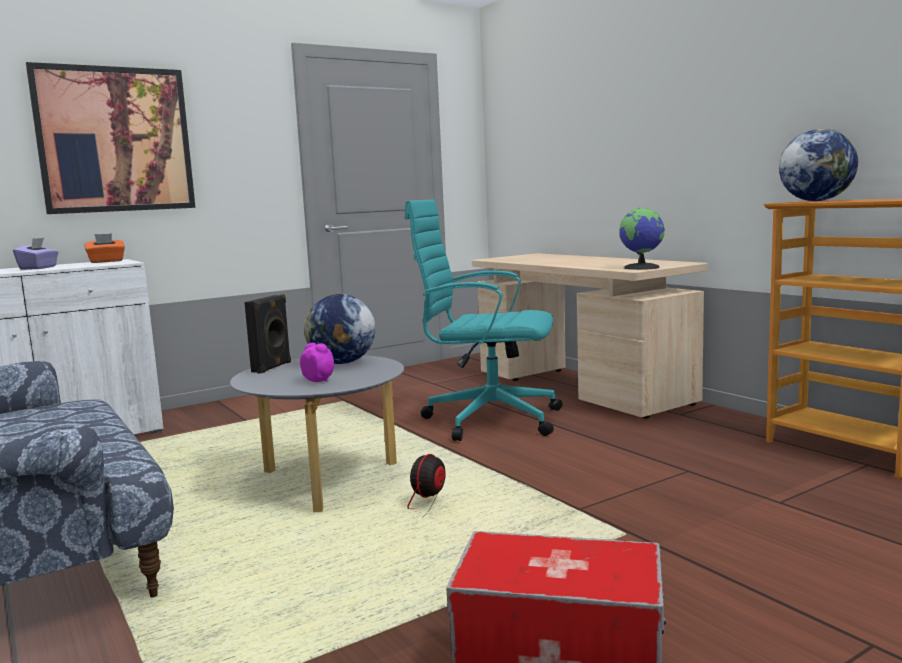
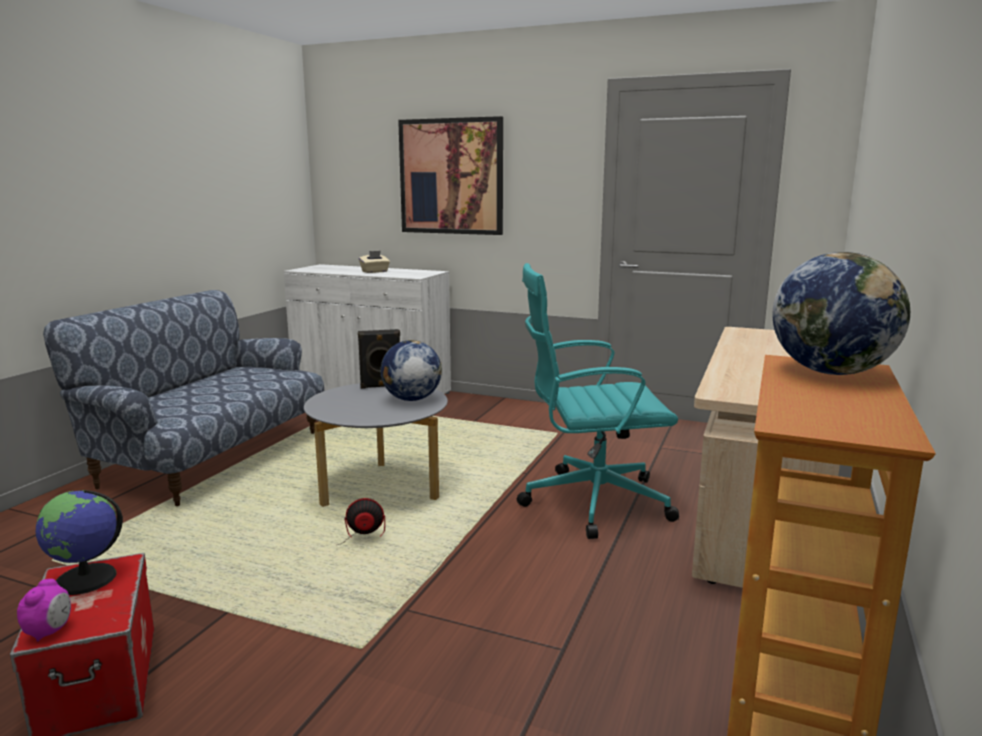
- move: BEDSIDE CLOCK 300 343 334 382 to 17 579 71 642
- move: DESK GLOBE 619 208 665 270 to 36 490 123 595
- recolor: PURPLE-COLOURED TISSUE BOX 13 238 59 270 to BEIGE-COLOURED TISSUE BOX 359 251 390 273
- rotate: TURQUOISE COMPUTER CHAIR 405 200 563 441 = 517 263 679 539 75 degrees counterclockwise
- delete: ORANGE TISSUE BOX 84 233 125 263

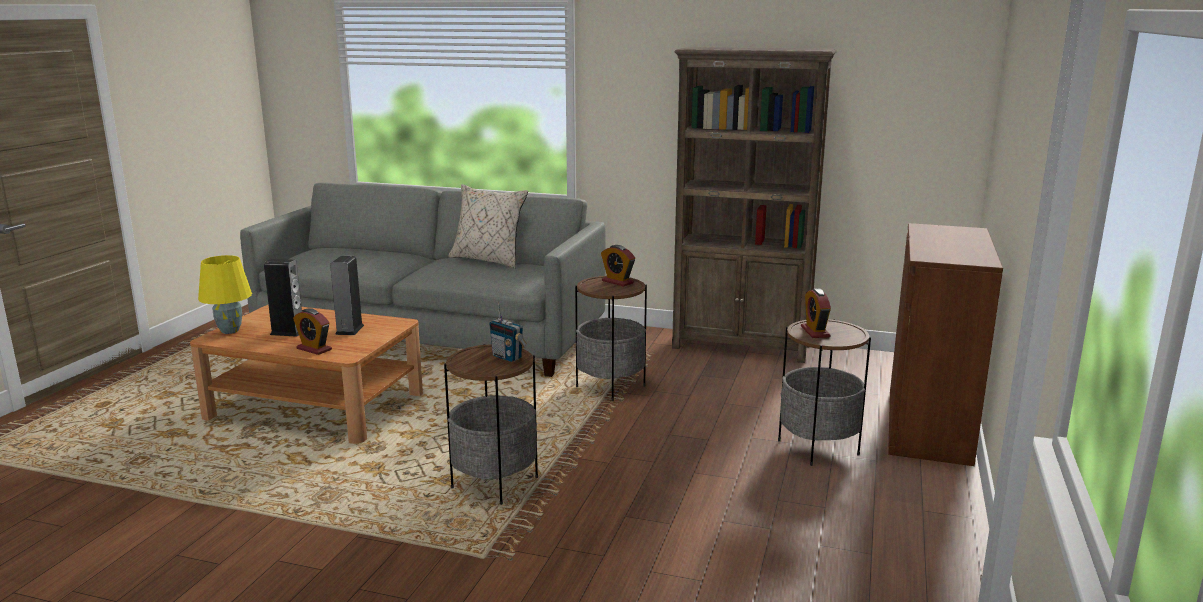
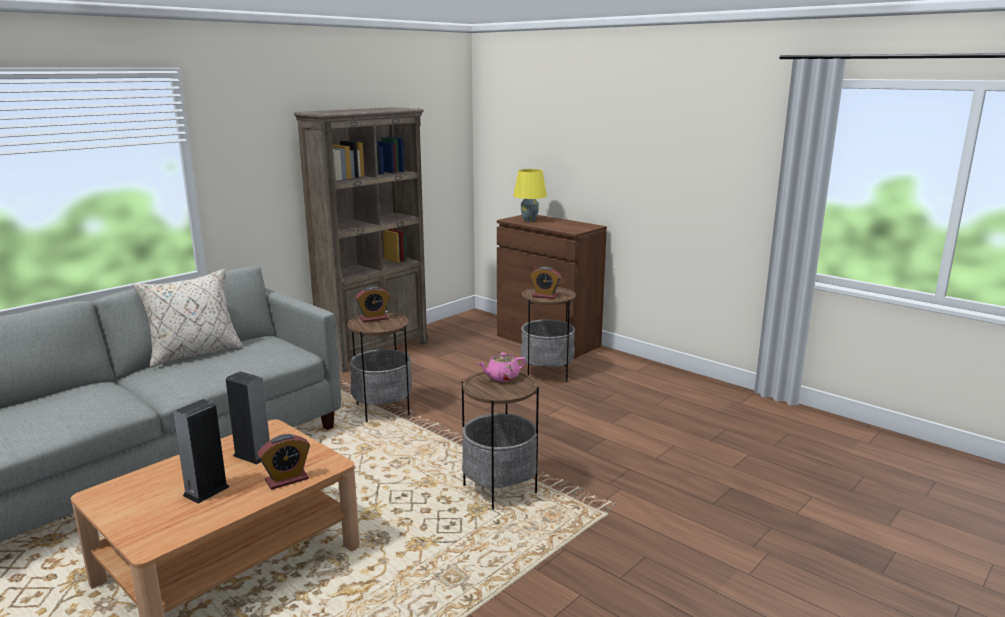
- replace: RADIO RECEIVER 489 301 527 362 to PINK TEA POT 478 353 526 382
- move: YELLOW TABLE LAMP 198 255 252 334 to 513 169 547 222

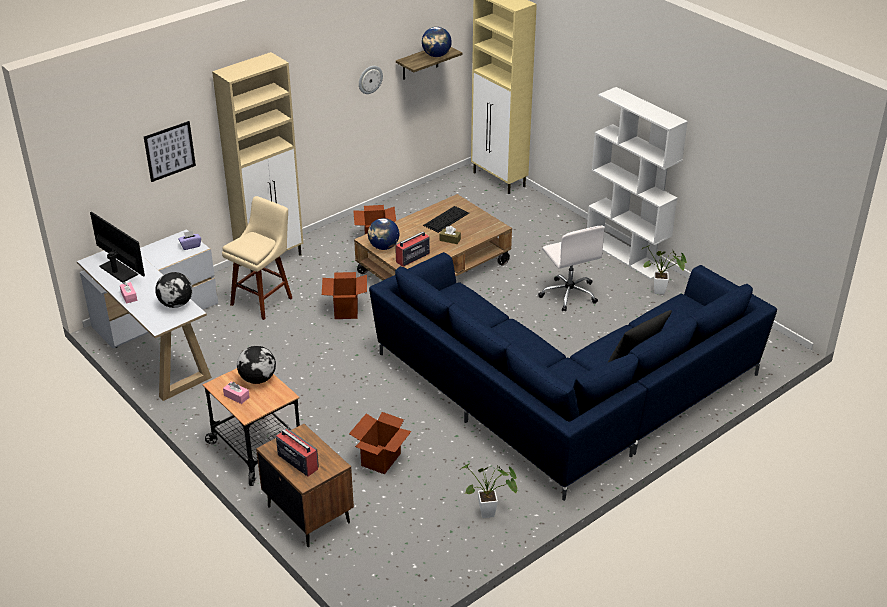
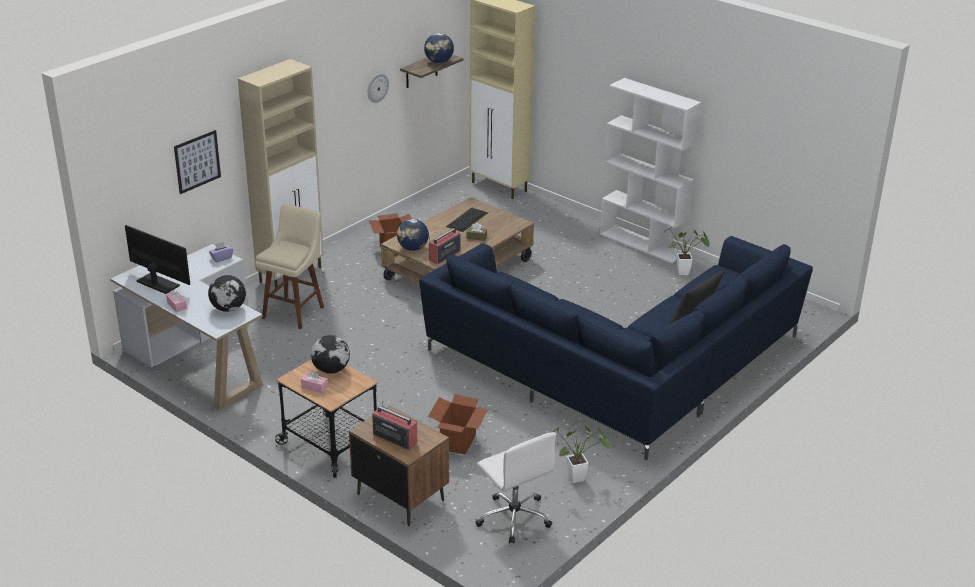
- move: WHITISH COMPUTER CHAIR 538 226 605 312 to 475 432 556 543
- delete: PACKING BOX 322 272 367 319

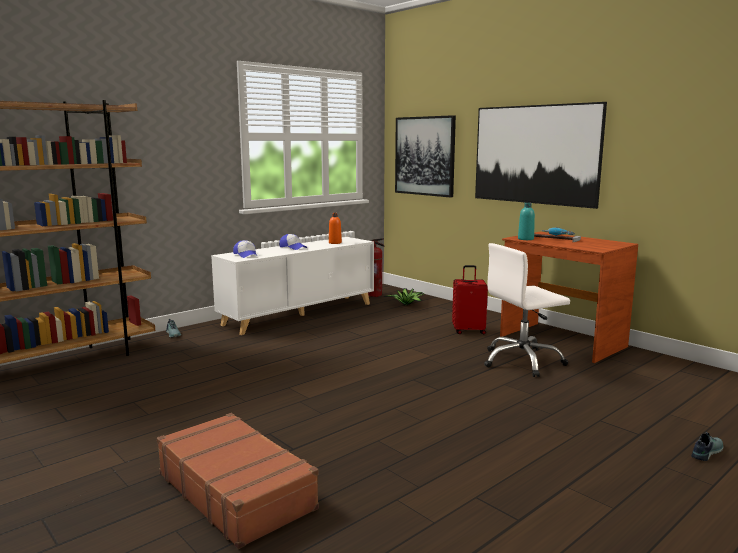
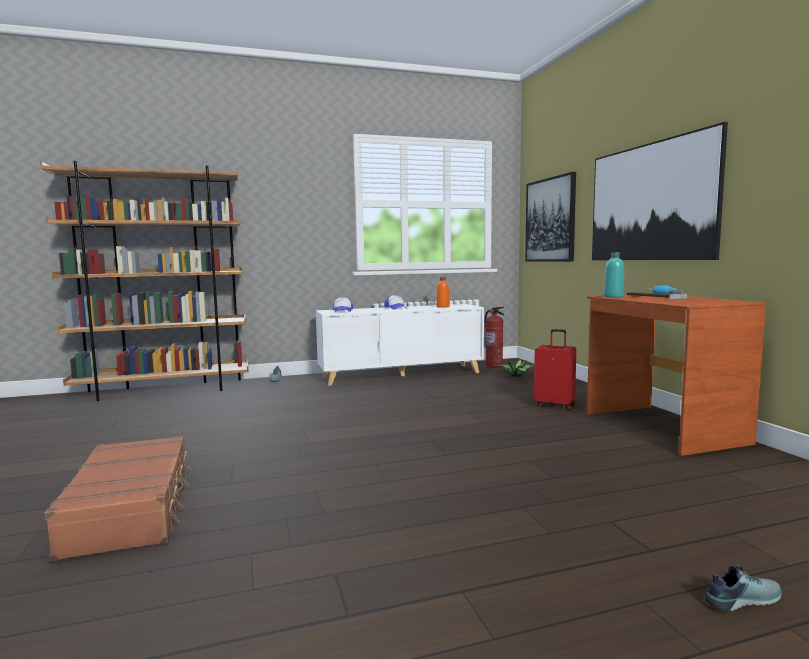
- delete: WHITISH COMPUTER CHAIR 484 243 570 377

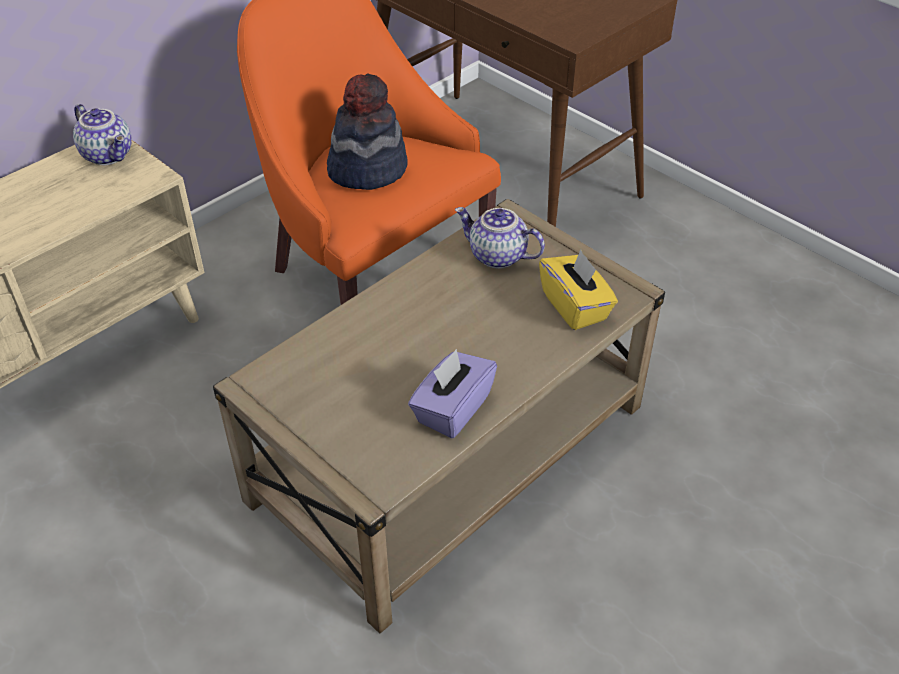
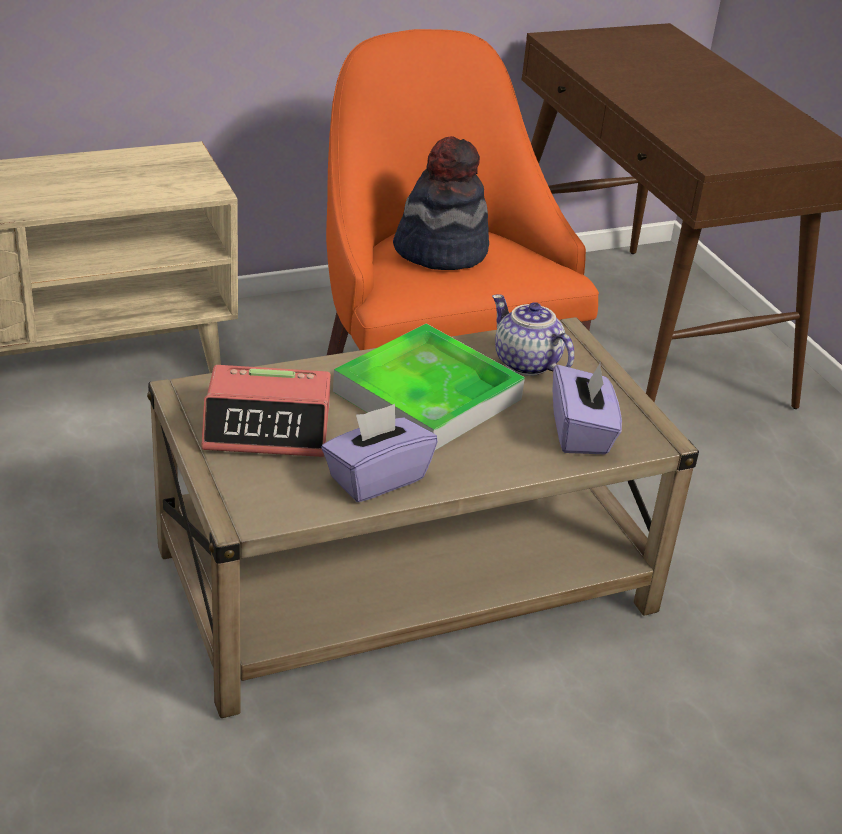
- insert: BEDSIDE CLOCK 201 365 331 457
- insert: TRAY 333 324 525 450
- recolor: YELLOW TISSUE BOX 539 250 618 330 to PURPLE-COLOURED TISSUE BOX 553 362 622 454
- delete: TEA POT 73 104 132 165

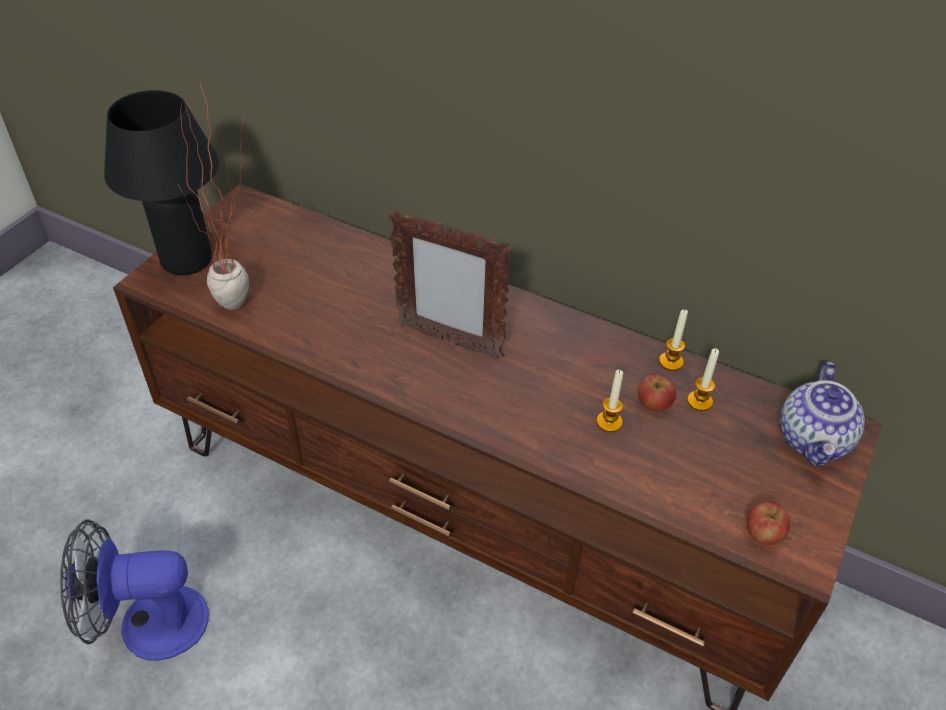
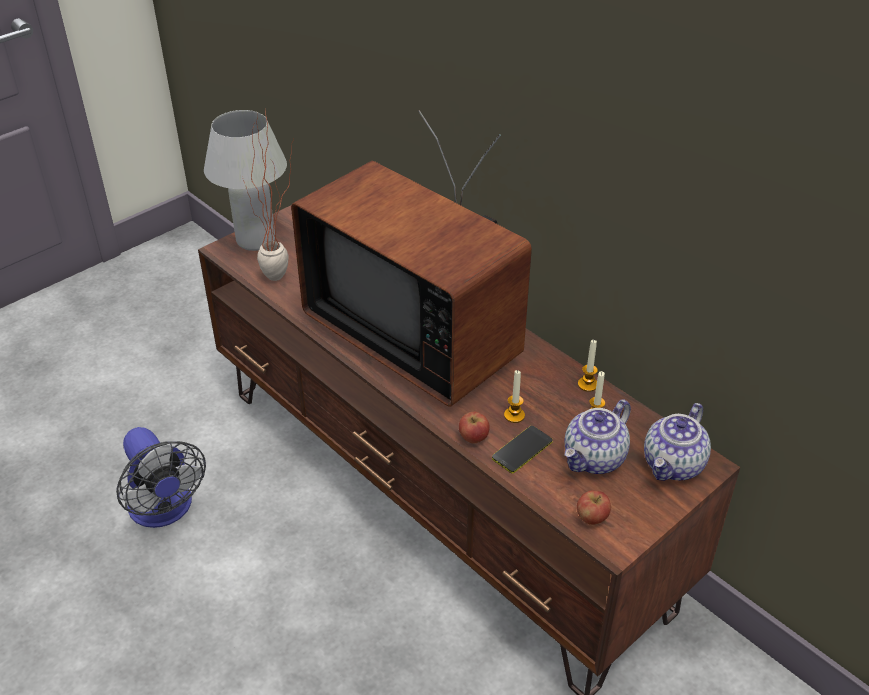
- rotate: FAN 60 519 209 661 = 116 427 206 528 135 degrees counterclockwise
- recolor: BLACK-COLOURED TABLE LAMP 104 90 219 275 to WHITISH TABLE LAMP 204 110 287 251
- replace: PHOTO FRAME 389 210 512 359 to TELEVISION 291 110 532 407
- move: APPLE FRUIT 638 374 676 412 to 459 412 490 443
- insert: PHONE 492 426 553 473
- insert: TEA POT 565 399 631 474

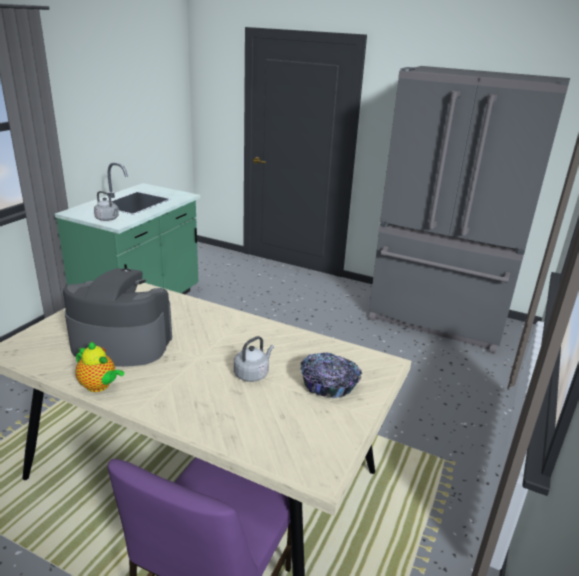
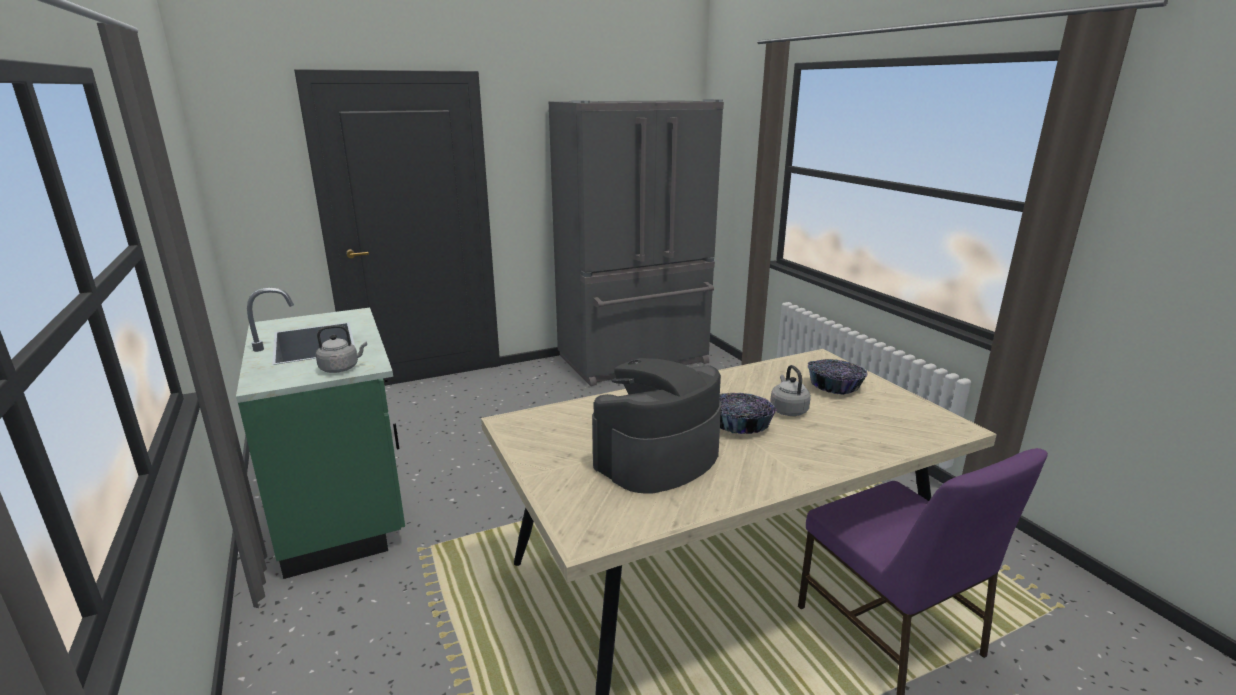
- insert: DEEP DISH 720 393 777 434
- delete: TEA POT 75 342 124 392

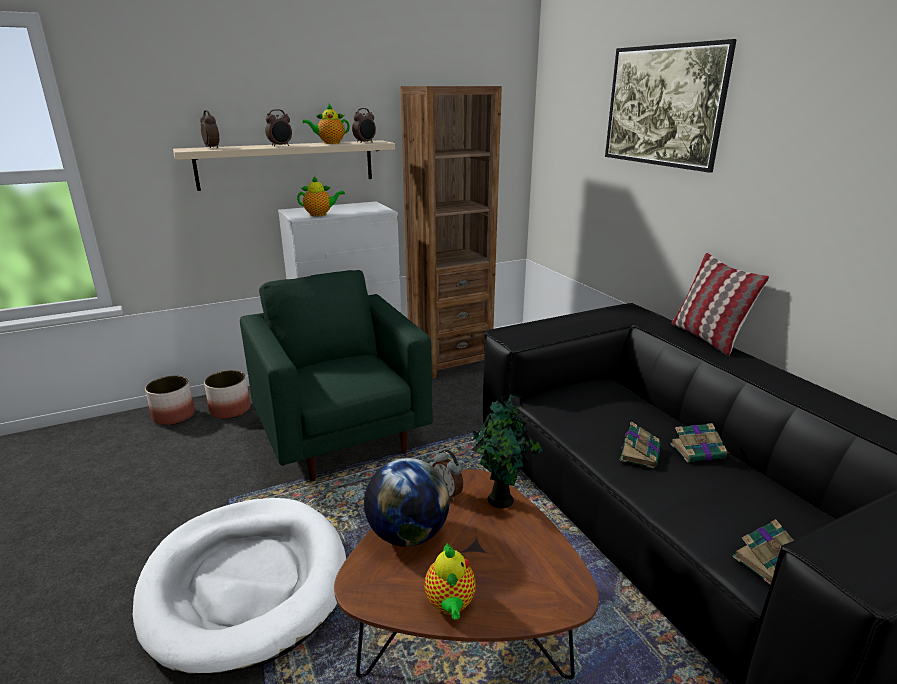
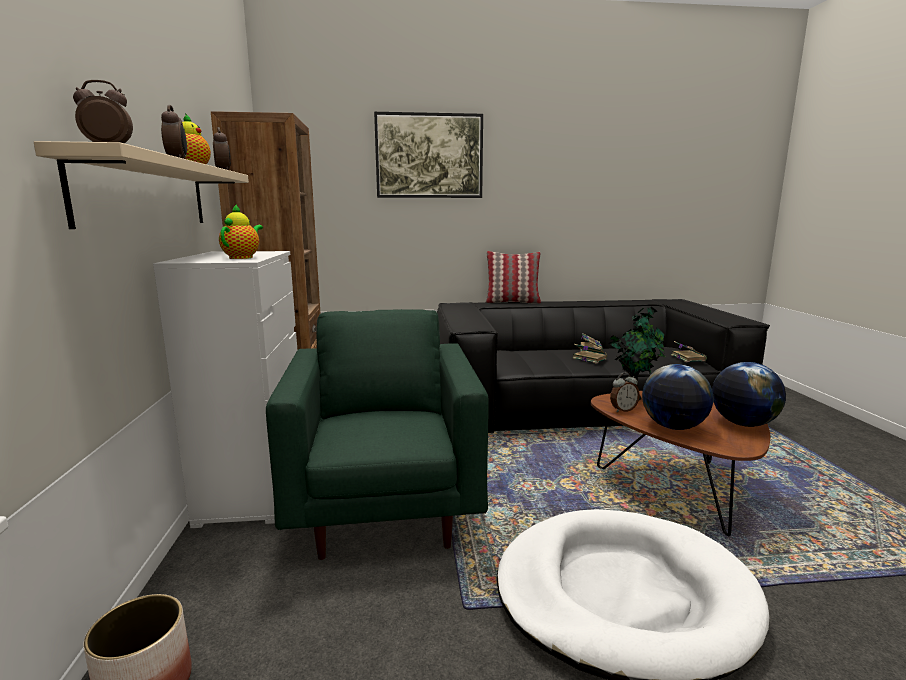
- rotate: GREENISH LOUNGE CHAIR 240 270 433 481 = 266 309 489 560 90 degrees clockwise
- replace: TEA POT 424 543 476 620 to DESK GLOBE 712 362 786 427
- delete: PLANT POT 204 370 250 419

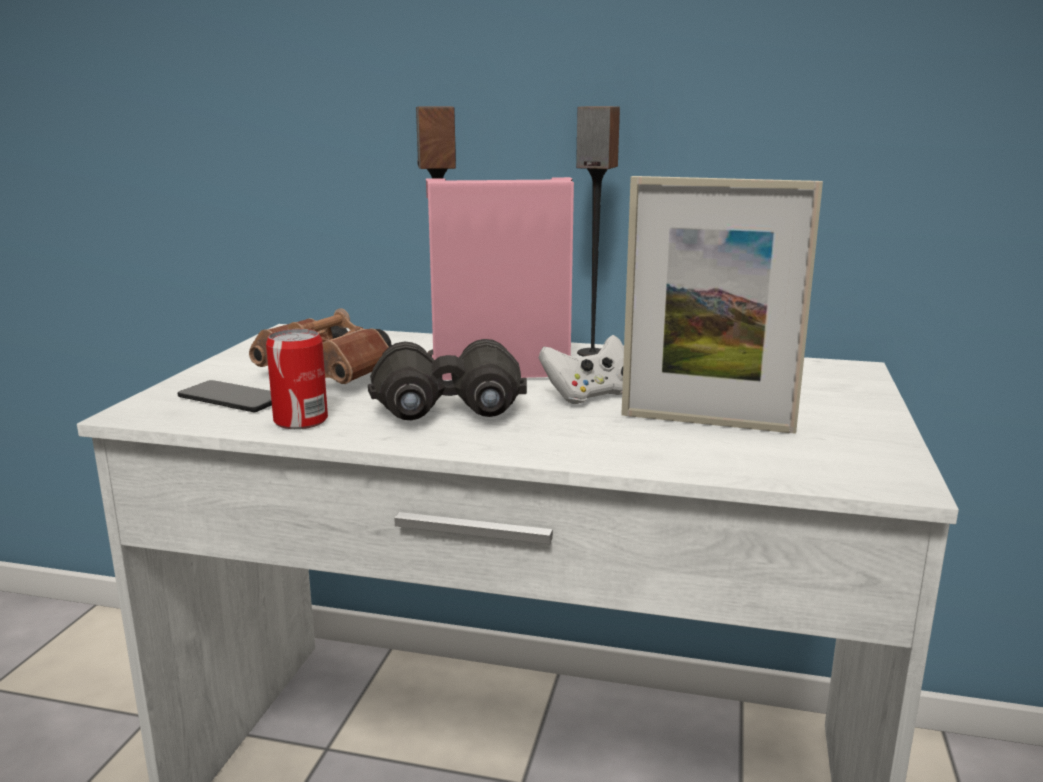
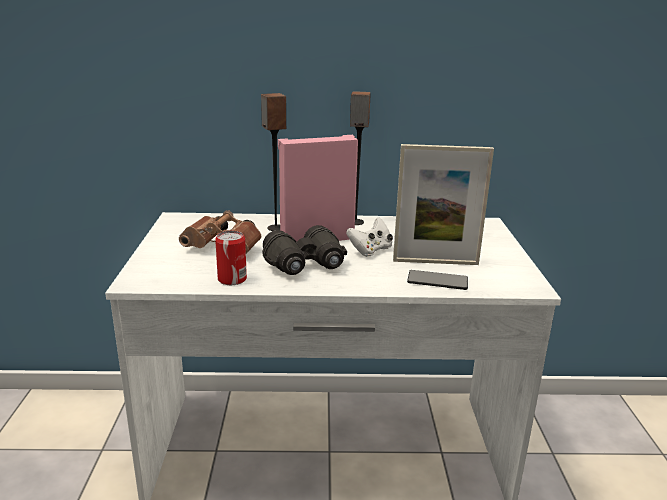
- move: PHONE 178 380 272 412 to 407 270 468 290

